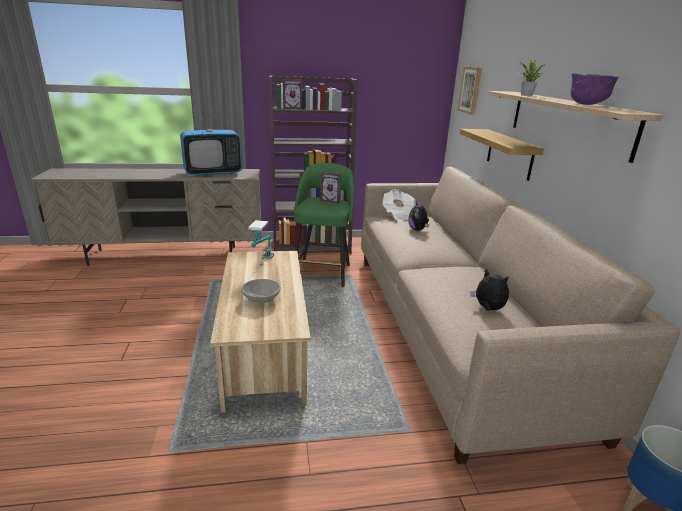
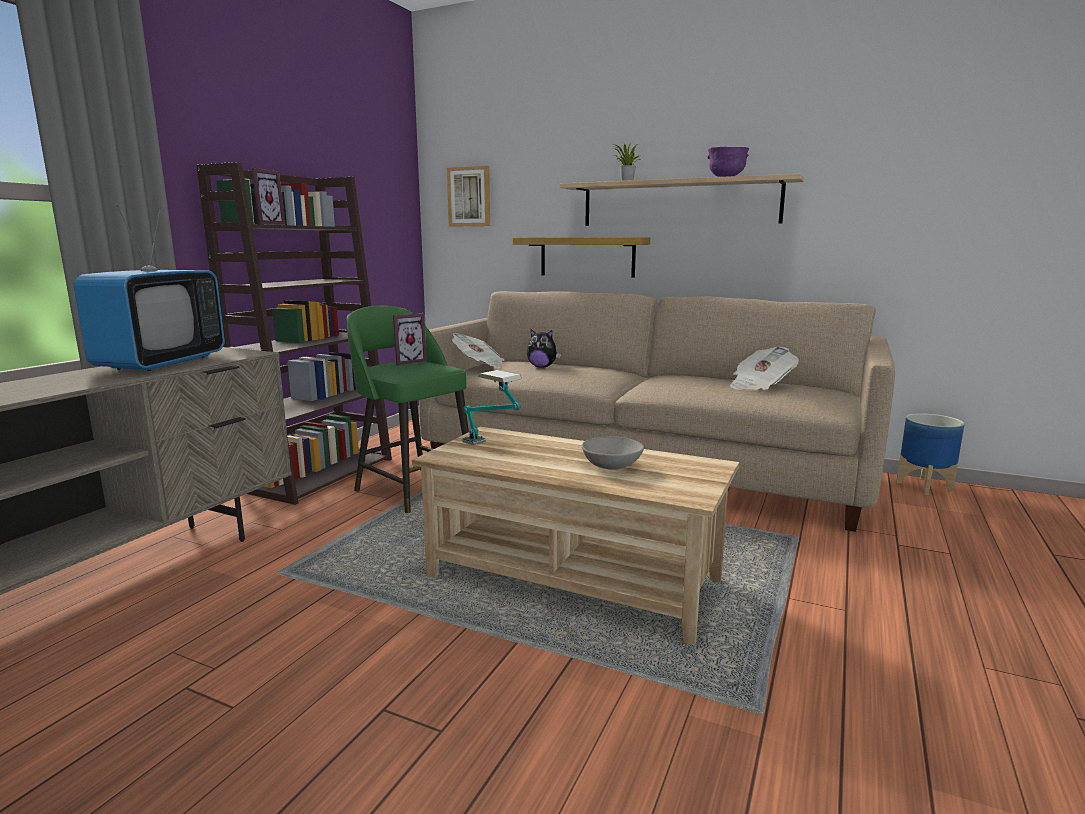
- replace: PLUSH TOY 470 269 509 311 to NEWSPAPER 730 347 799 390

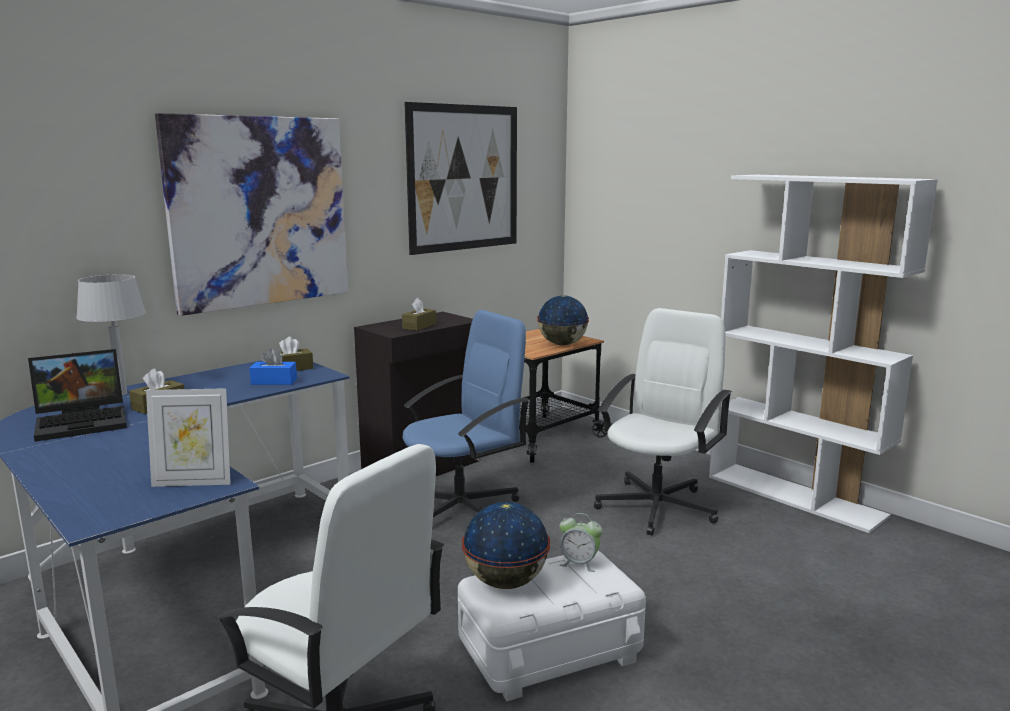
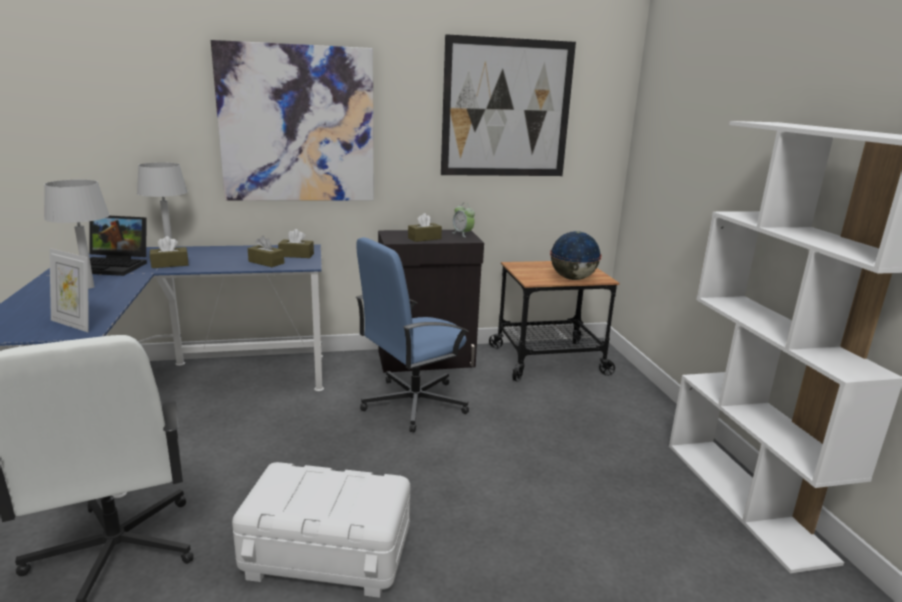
- insert: GRAY TABLE LAMP 44 180 110 289
- recolor: BLUISH TISSUE BOX 249 348 297 385 to BROWN TISSUE BOX 248 236 284 267
- rotate: BLUISH COMPUTER CHAIR 403 310 529 517 = 356 237 469 433 150 degrees clockwise
- move: BEDSIDE CLOCK 559 513 603 572 to 453 203 475 237
- delete: DESK GLOBE 462 502 550 589
- delete: WHITISH COMPUTER CHAIR 594 308 732 536

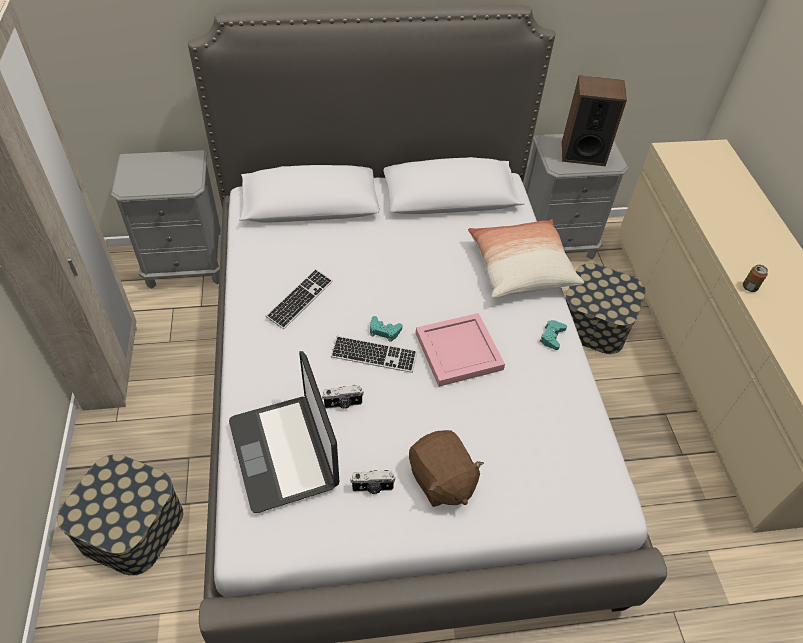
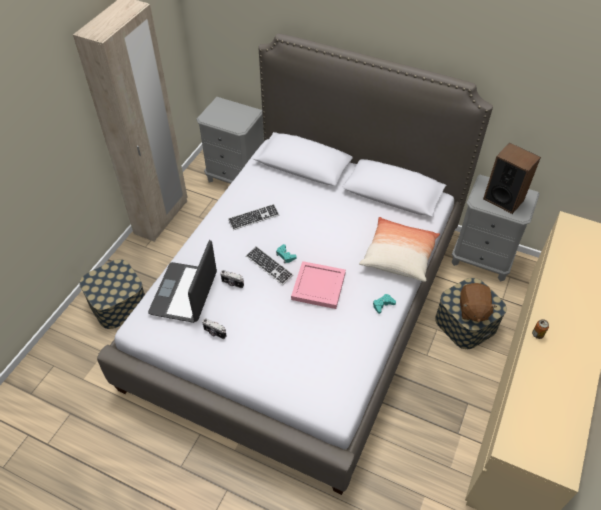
- move: BROWN PLUSH TOY 409 430 484 507 to 460 283 497 322

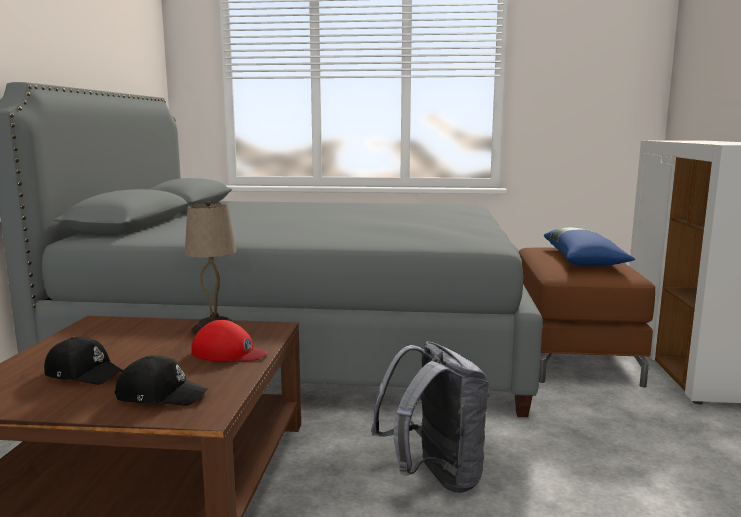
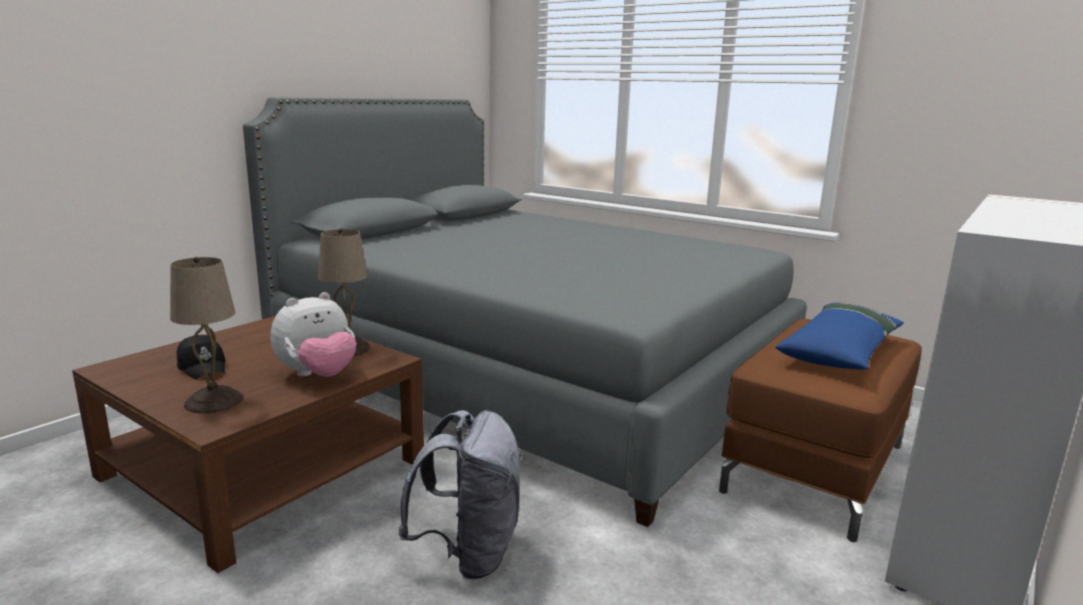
- replace: BLACK-COLOURED BASEBALL CAP 114 355 208 406 to BEIGE-COLOURED TABLE LAMP 170 257 243 414
- replace: RED BASEBALL CAP 192 320 268 362 to PLUSH TOY 271 292 356 377

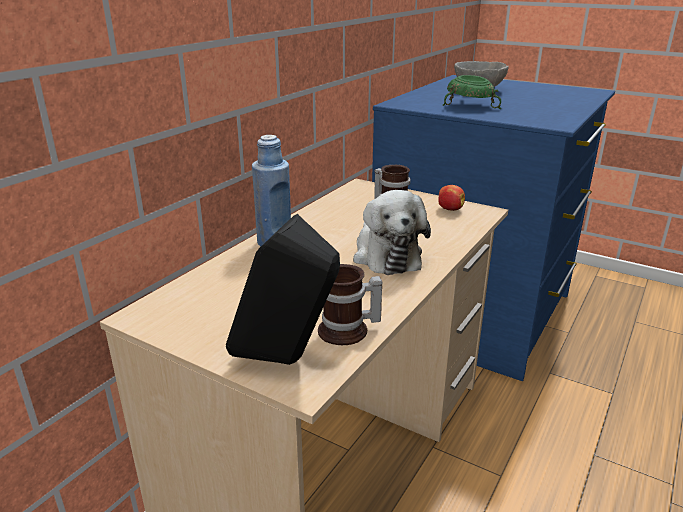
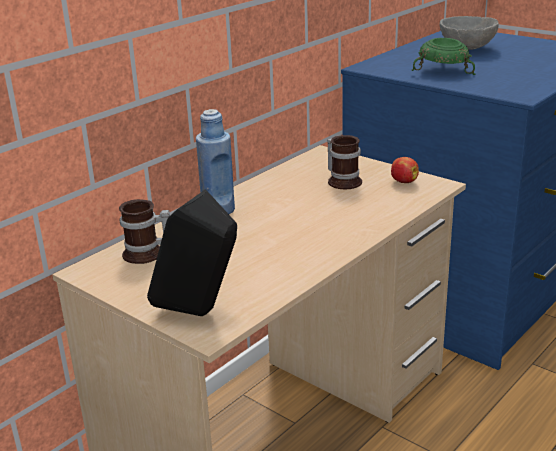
- move: MUG 318 264 382 345 to 119 199 170 264
- delete: PLUSH TOY 353 190 431 275

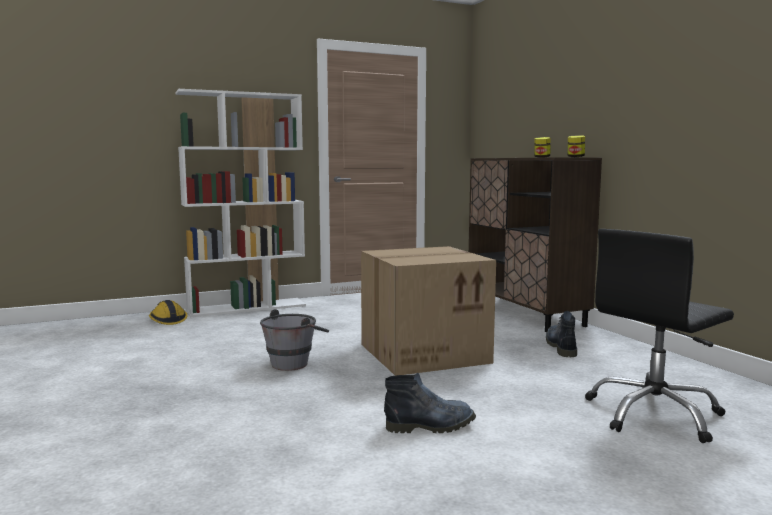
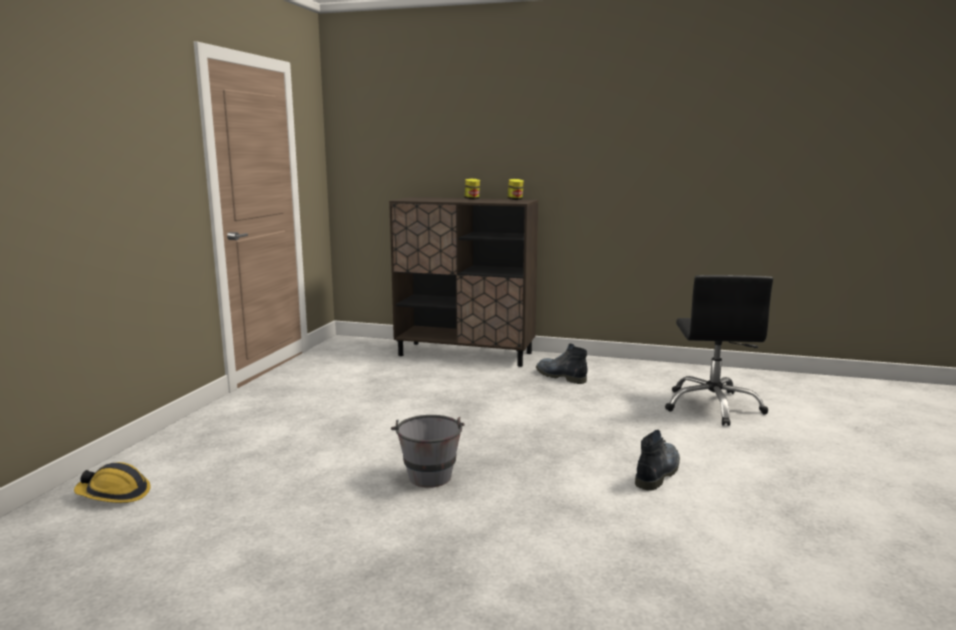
- delete: WHITISH BOOKCASE 175 89 306 317
- delete: PACKING BOX 361 246 496 376

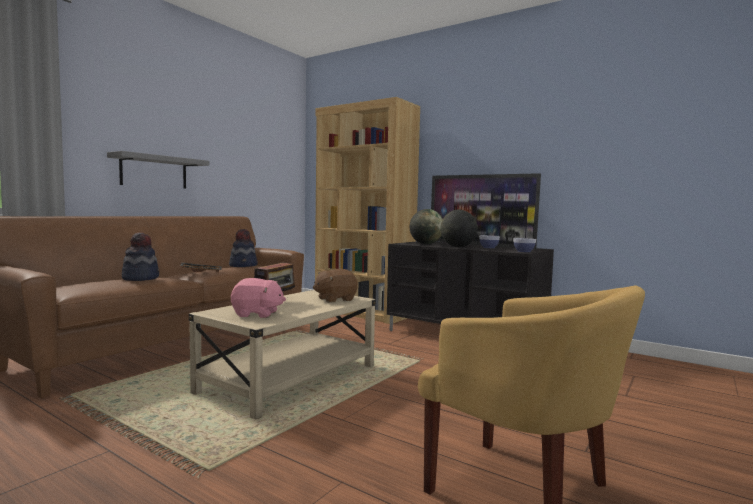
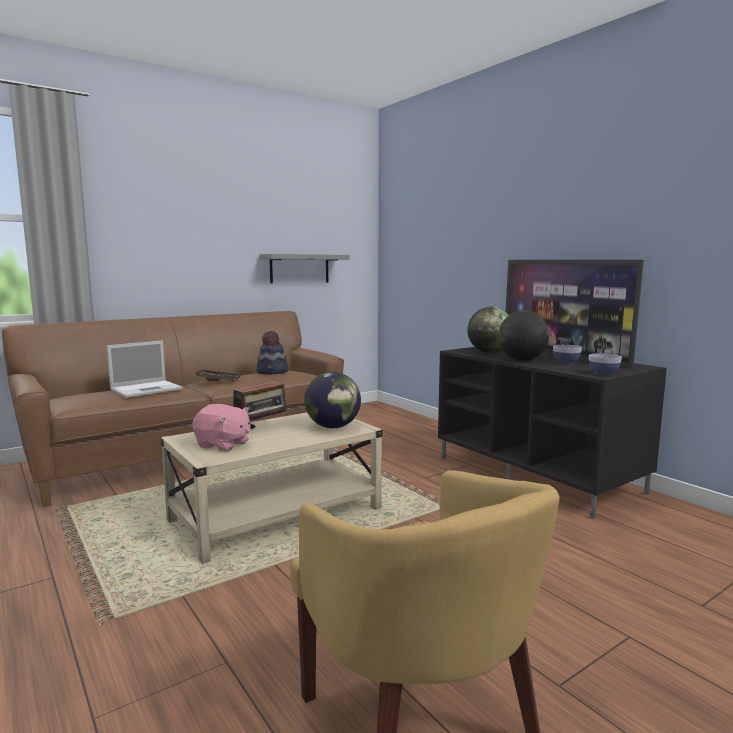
- replace: CLOTHING HAT 122 233 159 281 to LAPTOP 106 340 182 398
- move: GRAY SHELF 107 151 210 188 to 259 254 350 284
- replace: BROWN PLUSH TOY 313 269 358 303 to DESK GLOBE 305 372 361 428
- delete: BROWN BOOKCASE 315 97 420 324

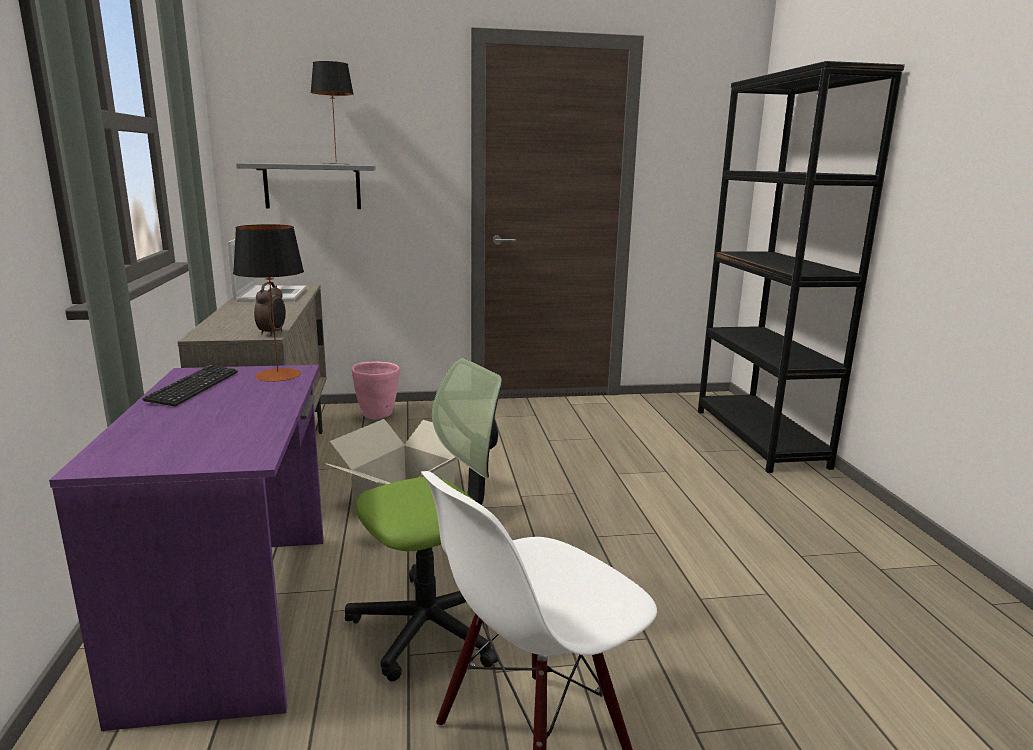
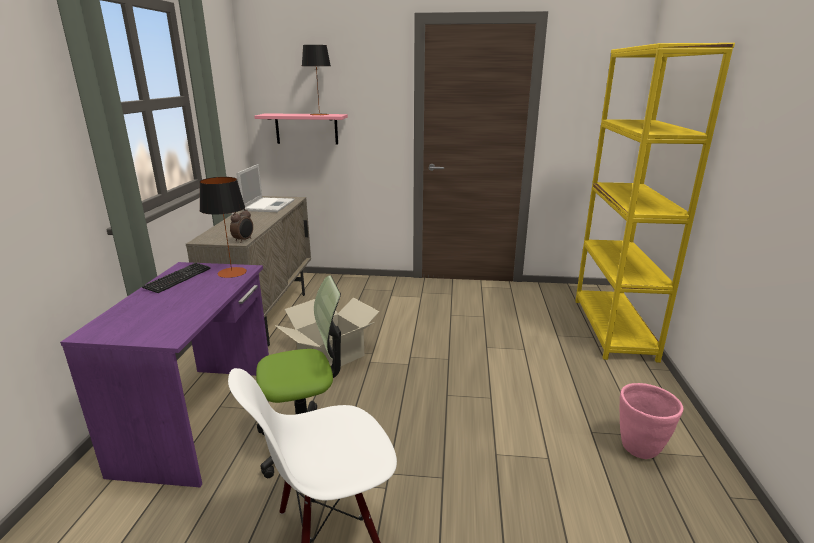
- recolor: GRAY SHELF 236 163 376 209 to PINK SHELF 254 113 348 145
- recolor: BLACK-COLOURED BOOKCASE 698 61 905 473 to YELLOW BOOKCASE 575 43 735 363
- move: PINK PLANT POT 351 362 400 420 to 620 383 683 459

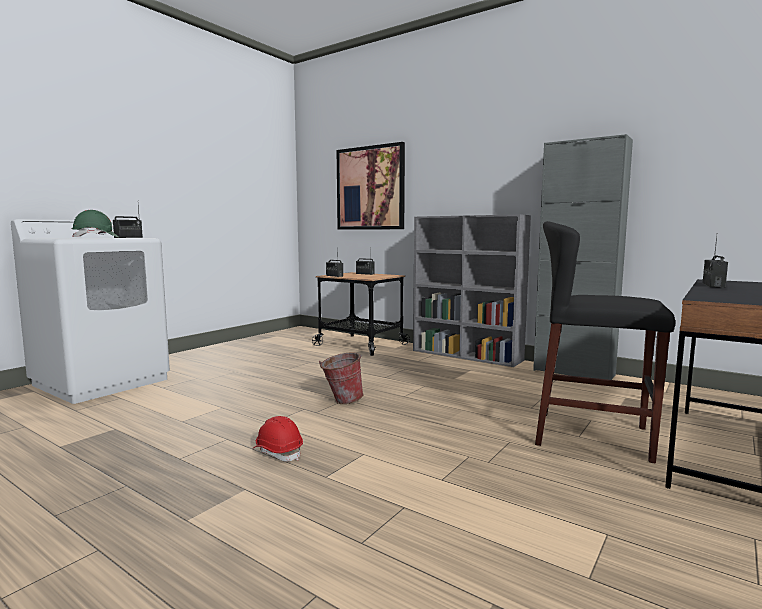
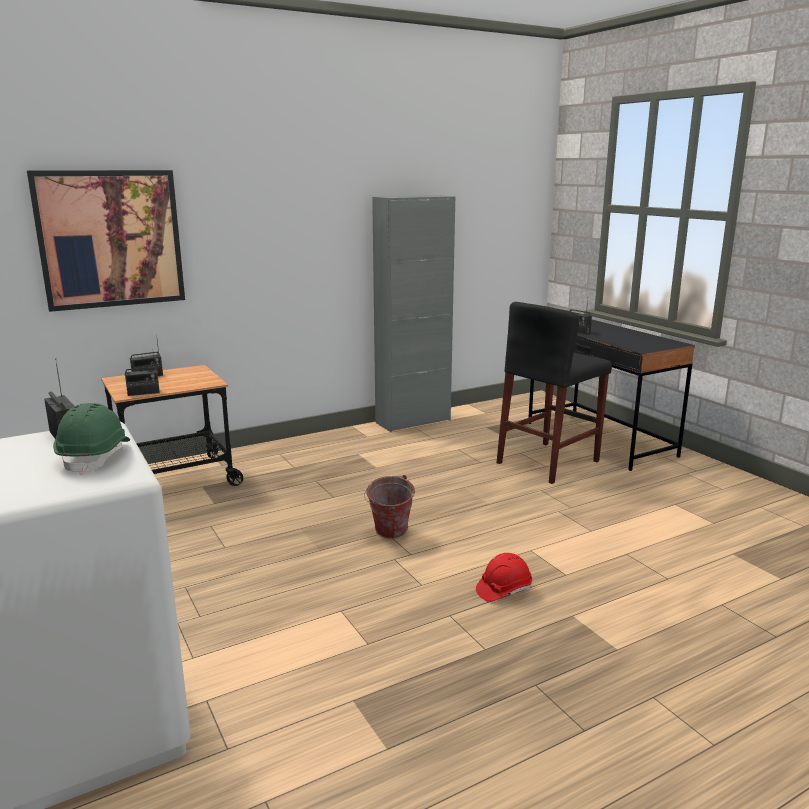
- delete: GRAY BOOKCASE 413 214 531 367

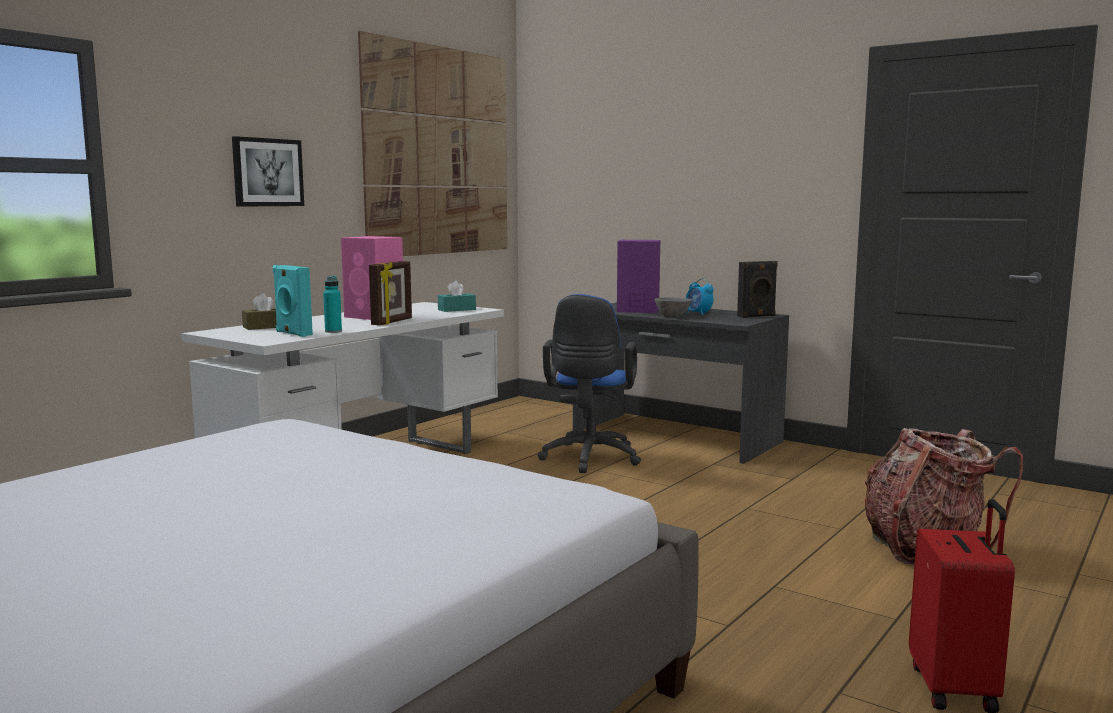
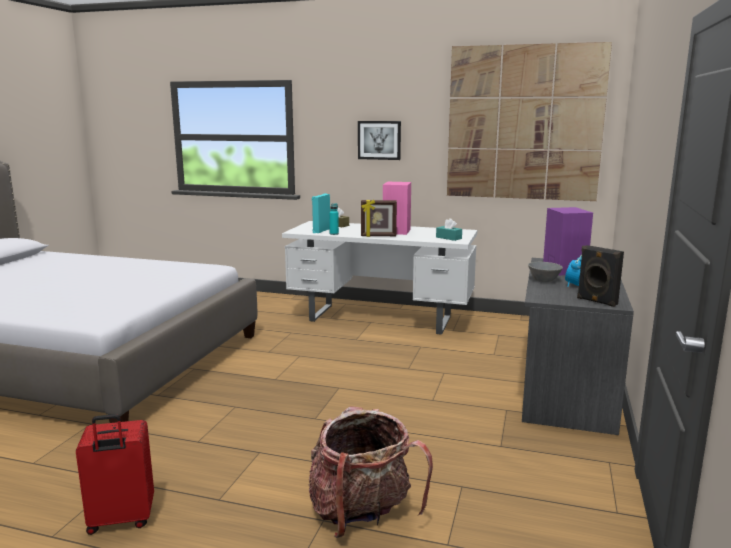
- delete: BLUISH COMPUTER CHAIR 538 294 641 473

